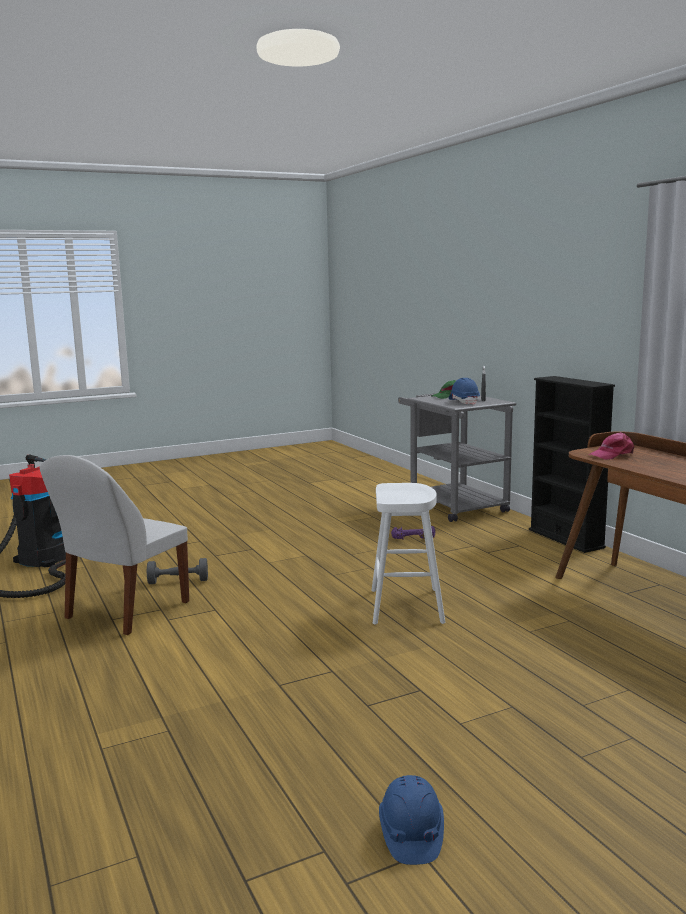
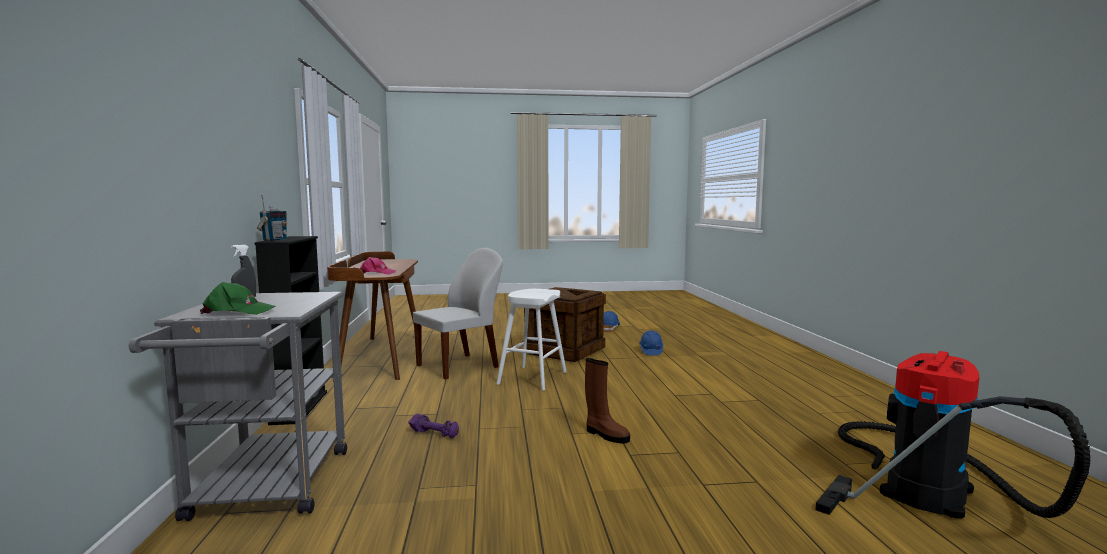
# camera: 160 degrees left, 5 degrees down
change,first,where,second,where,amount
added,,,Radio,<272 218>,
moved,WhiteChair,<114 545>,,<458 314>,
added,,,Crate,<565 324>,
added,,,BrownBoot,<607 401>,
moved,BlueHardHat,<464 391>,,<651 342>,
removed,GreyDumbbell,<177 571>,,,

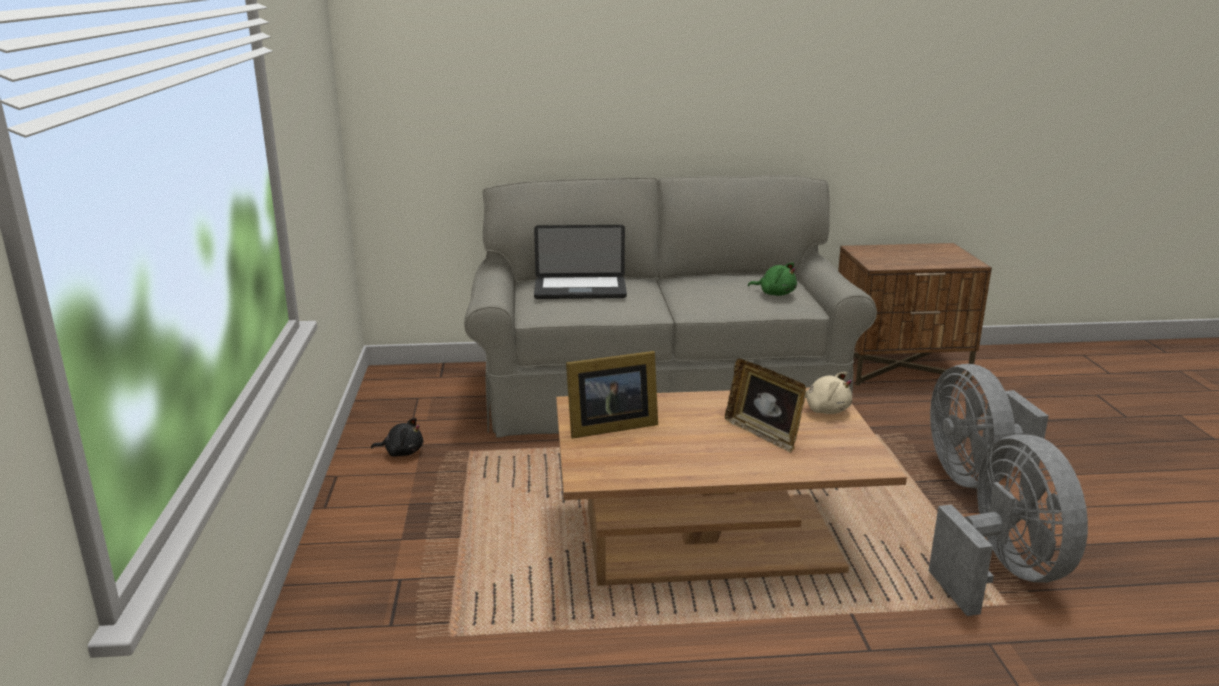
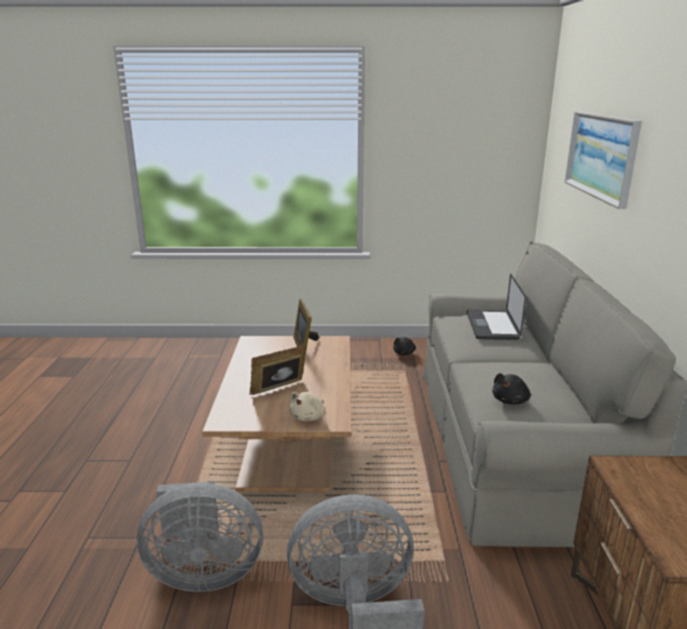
# camera: 95 degrees right, 0 degrees up
change,first,where,second,where,amount
recoloured,GreenPlushToy,<772 279>,BlackPlushToy,<511 389>,
added,,,Picture,<603 160>,

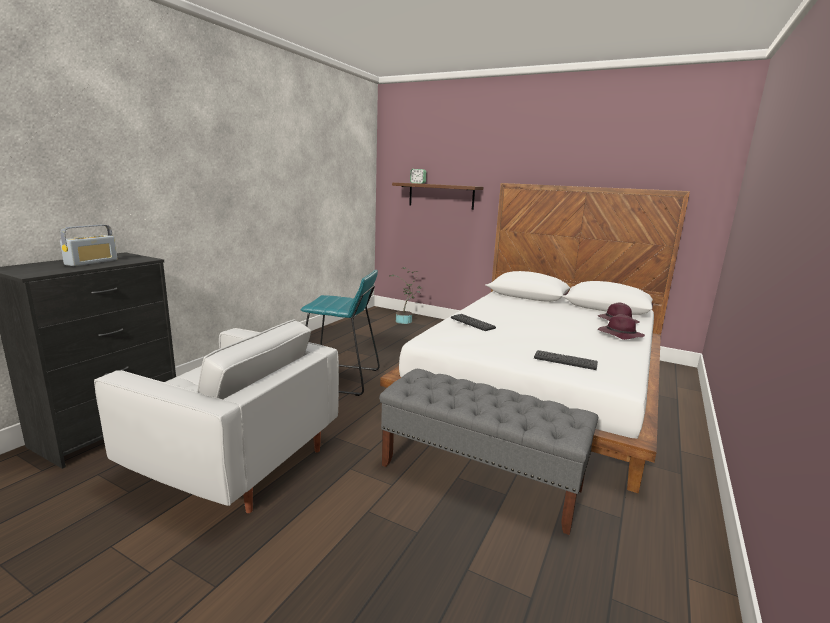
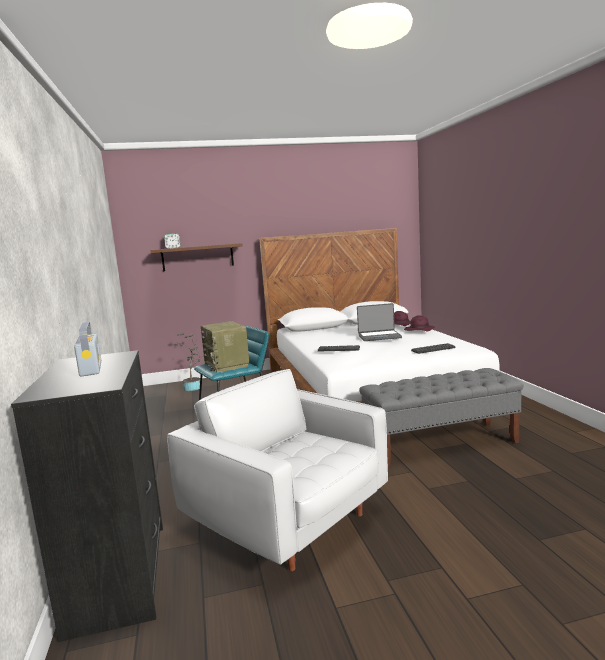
# camera: 40 degrees left, 5 degrees down
change,first,where,second,where,amount
turned,WhiteArmchair,<216 416>,,<277 470>,120 degrees counterclockwise
added,,,Radio,<225 346>,
added,,,Laptop,<379 322>,

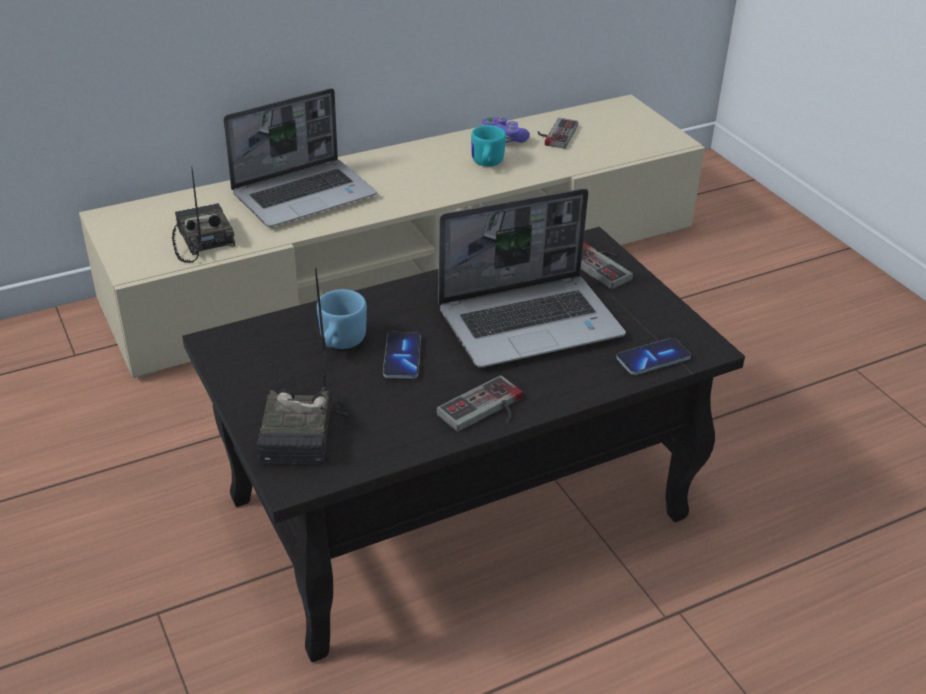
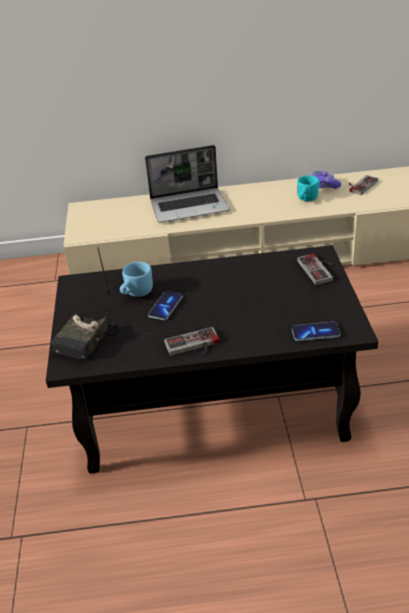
# camera: 25 degrees right, 0 degrees up
change,first,where,second,where,amount
removed,Radio,<203 214>,,,
removed,Laptop,<532 278>,,,

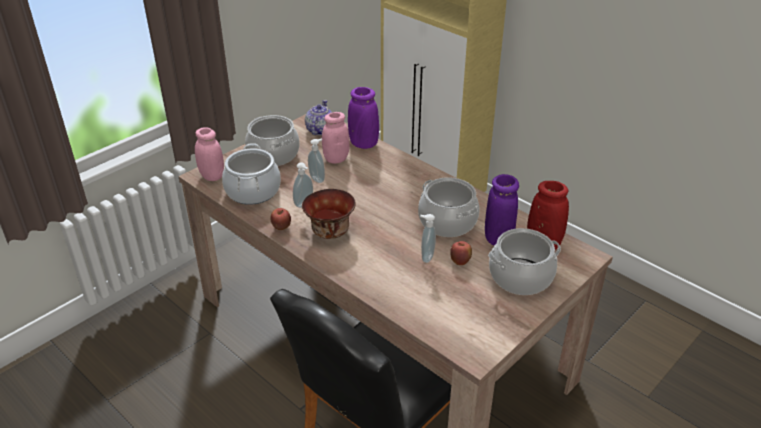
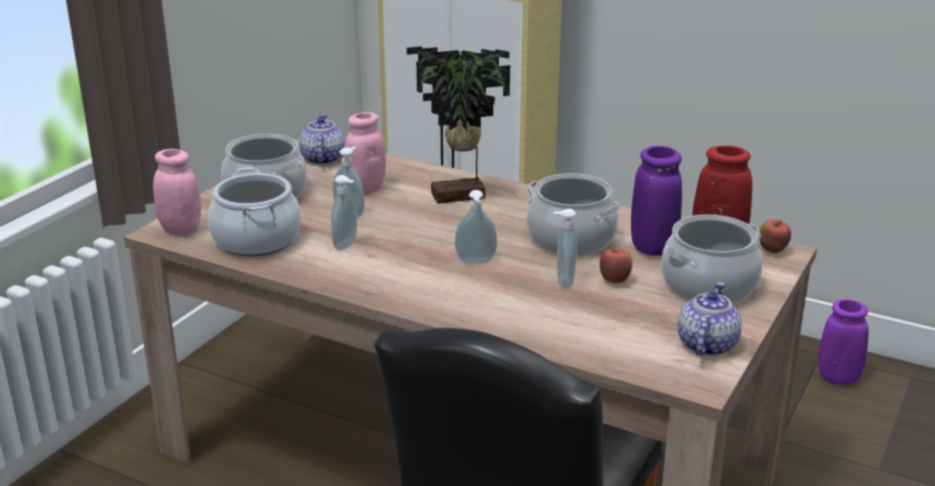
# camera: 15 degrees left, 10 degrees down
change,first,where,second,where,amount
added,,,PottedPlant,<458 125>,
added,,,SoapDispenser,<476 227>,
added,,,Teapot,<710 319>,
moved,Apple,<280 219>,,<775 236>,
moved,PurpleVase,<363 118>,,<843 342>,
removed,Bowl,<329 214>,,,

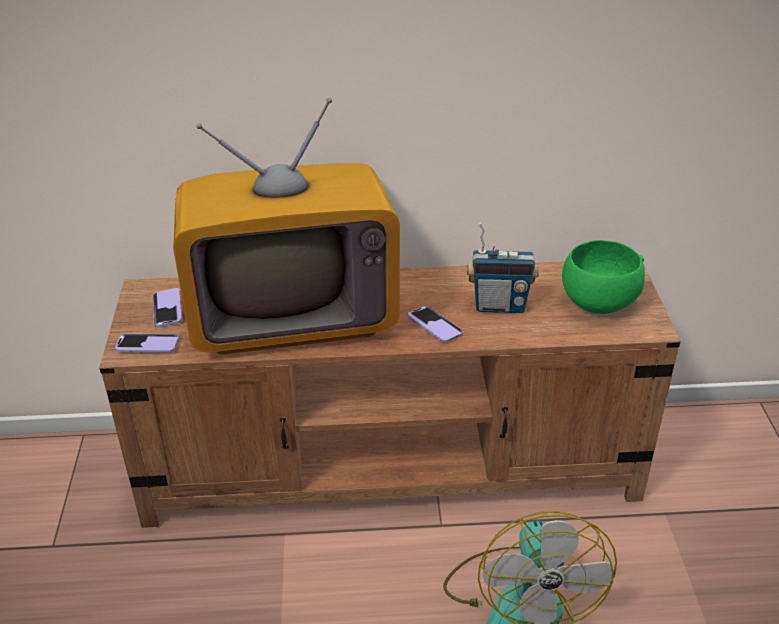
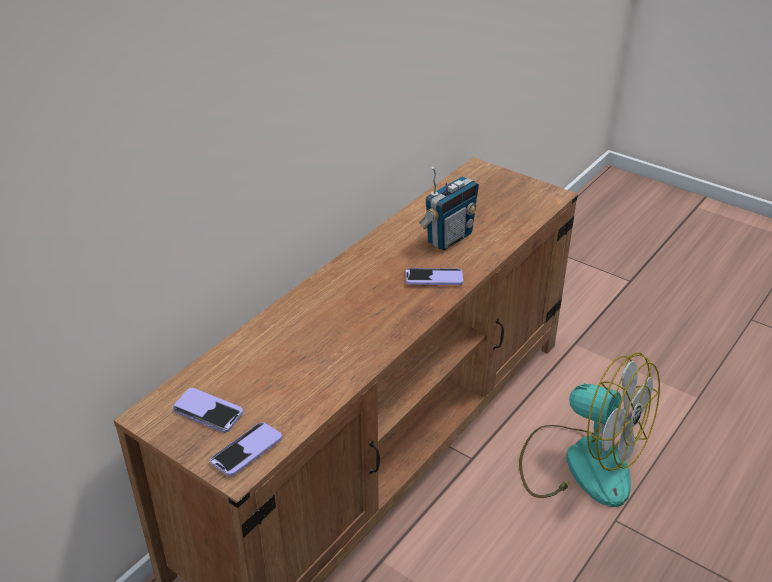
# camera: 50 degrees left, 0 degrees up
change,first,where,second,where,amount
removed,Television,<286 226>,,,
removed,GreenBowl,<603 277>,,,

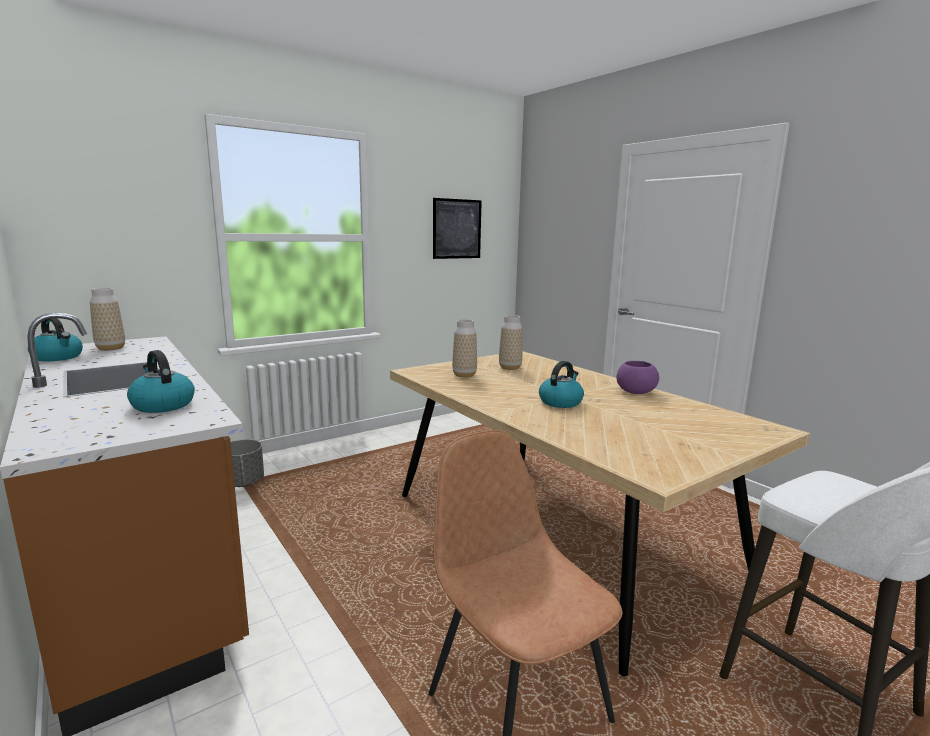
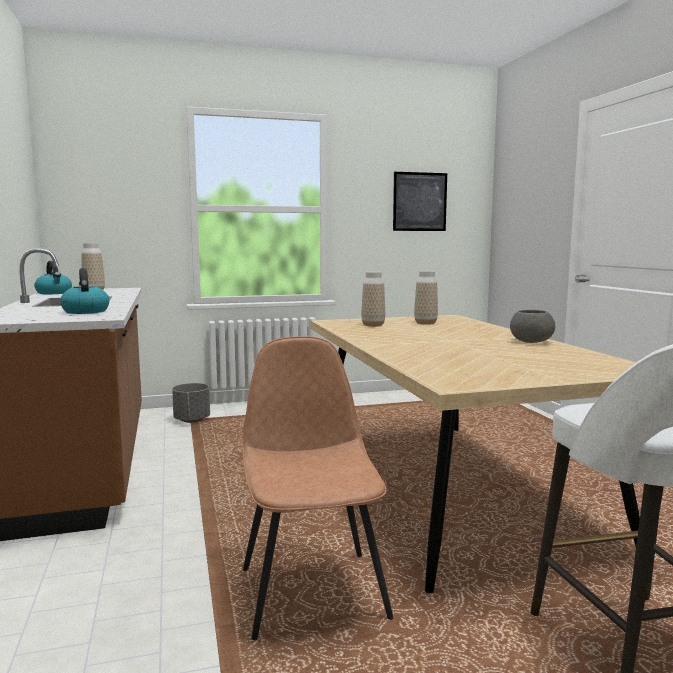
# camera: 20 degrees right, 5 degrees down
change,first,where,second,where,amount
recoloured,PurpleBowl,<637 377>,GreyBowl,<532 326>,
removed,Kettle,<561 384>,,,

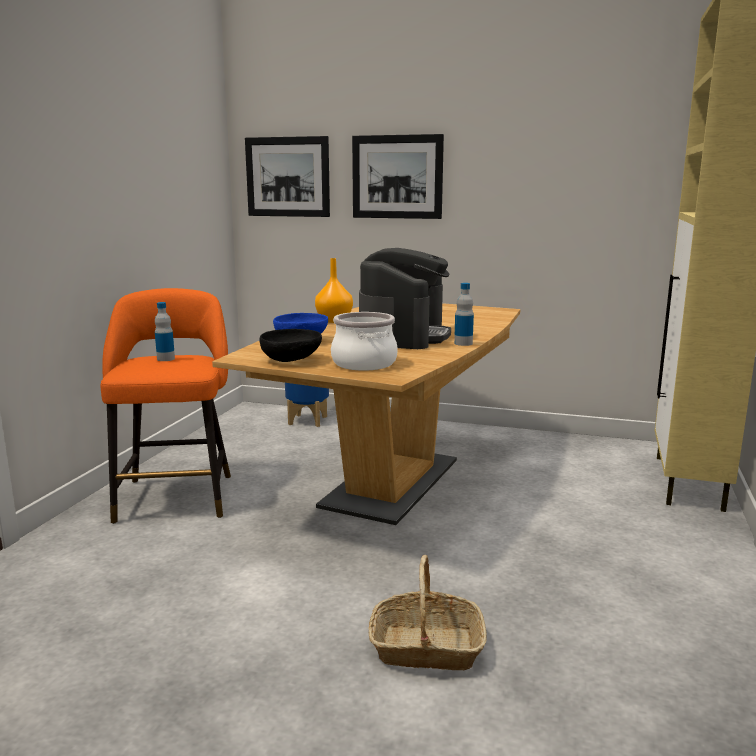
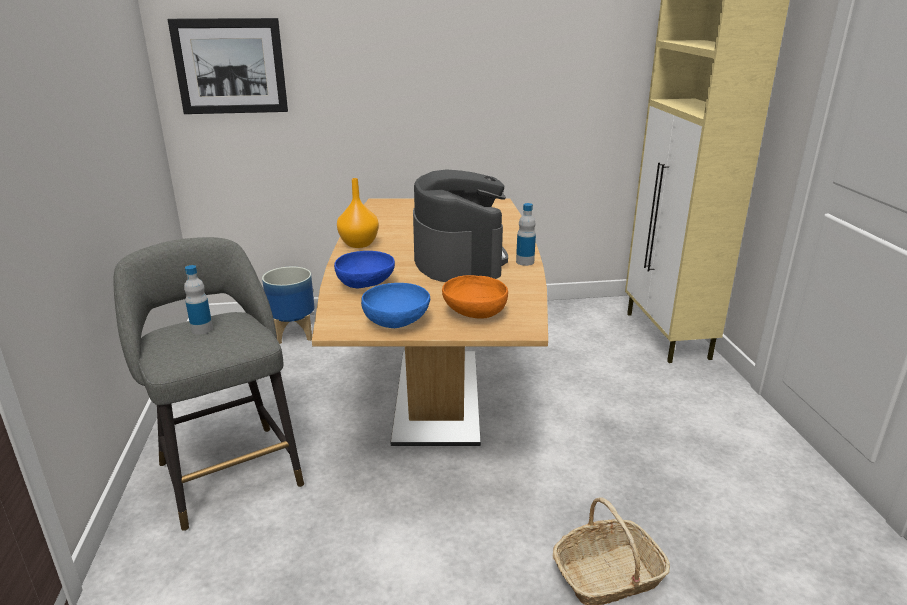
# camera: 25 degrees left, 10 degrees up
change,first,where,second,where,amount
recoloured,OrangeStool,<166 406>,GreyStool,<208 384>,
recoloured,BlackBowl,<290 345>,BlueBowl,<395 305>,
replaced,CookingPot,<364 341>,OrangeBowl,<475 297>,
removed,Picture,<398 176>,,,

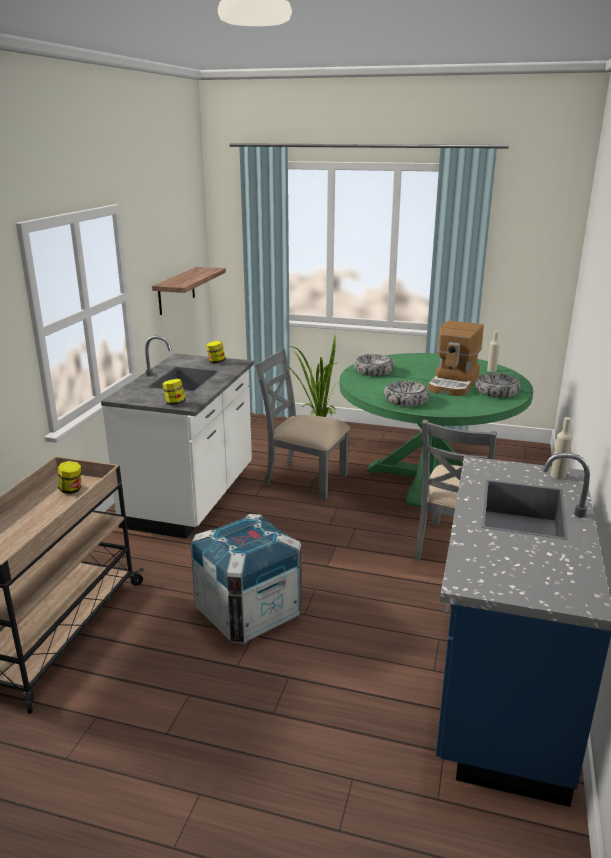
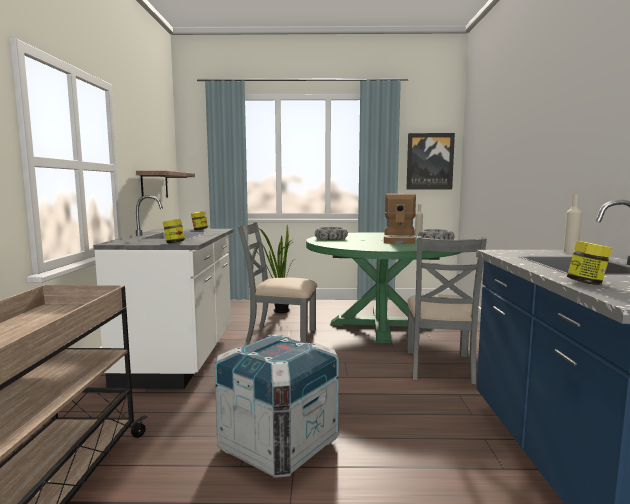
# camera: 15 degrees left, 15 degrees down
change,first,where,second,where,amount
added,,,Picture,<430 161>,
moved,Jar,<69 477>,,<589 263>,
removed,Bowl,<406 393>,,,

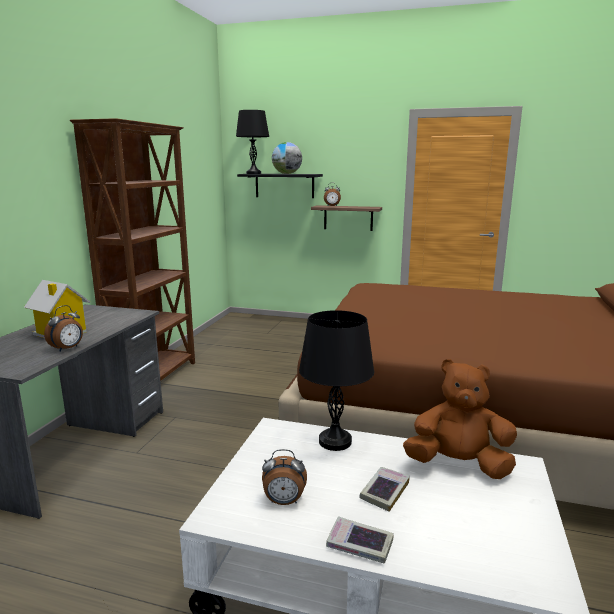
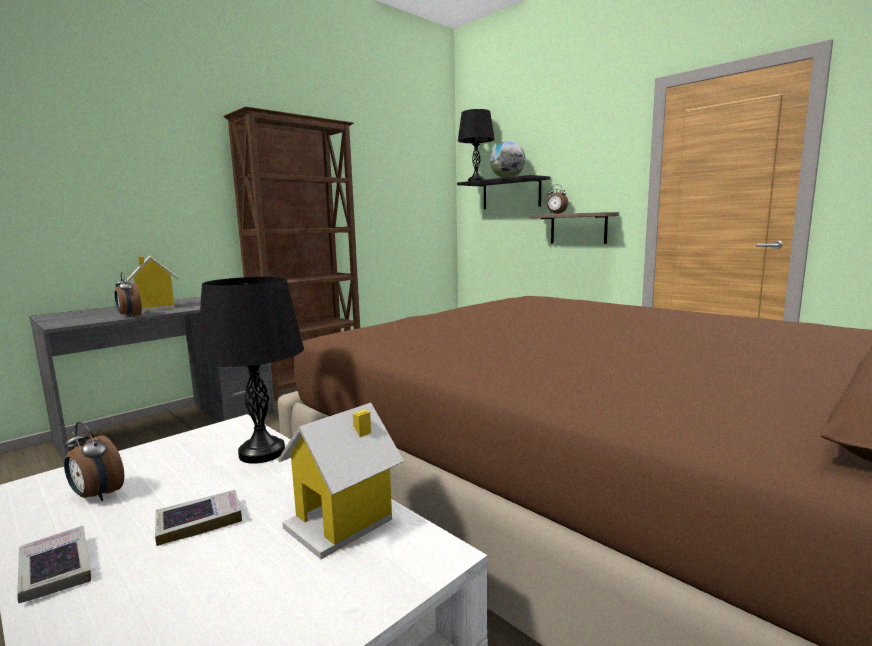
# camera: 30 degrees right, 5 degrees down
change,first,where,second,where,amount
turned,AlarmClock,<63 328>,,<128 294>,75 degrees clockwise
replaced,BrownPlushToy,<460 419>,ToyHouse,<341 481>,

